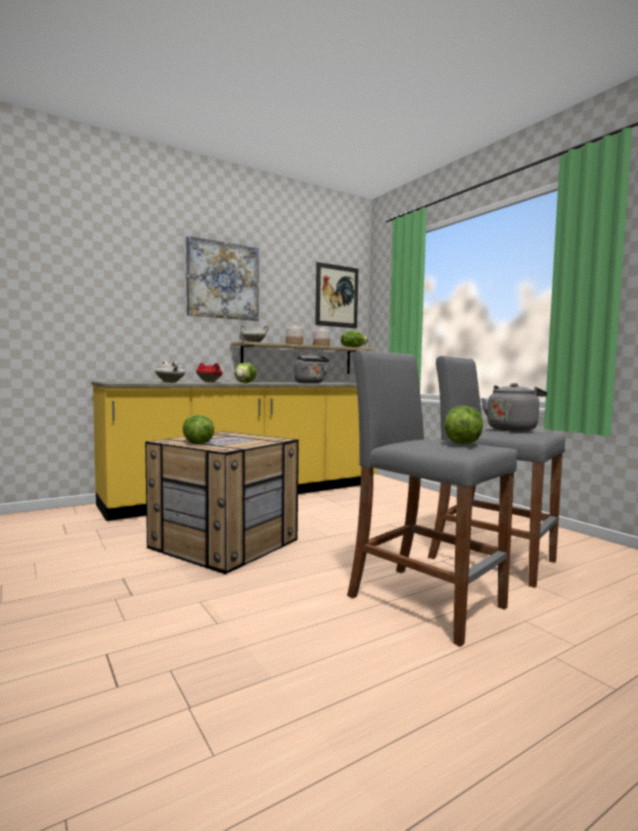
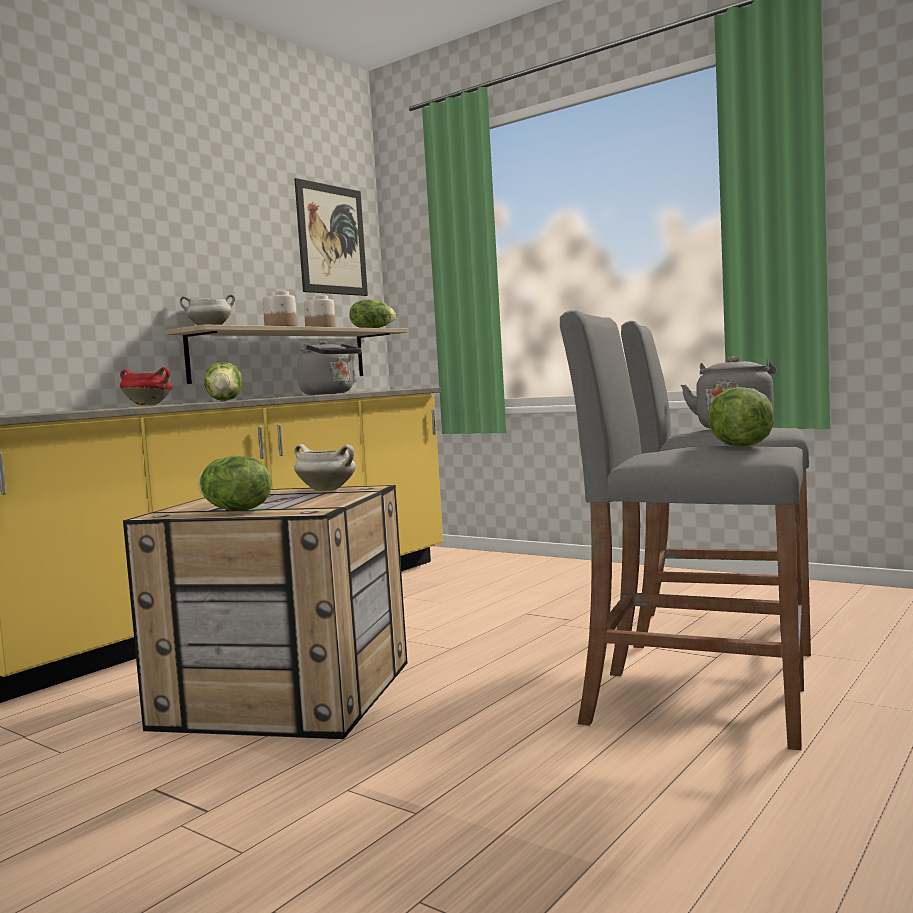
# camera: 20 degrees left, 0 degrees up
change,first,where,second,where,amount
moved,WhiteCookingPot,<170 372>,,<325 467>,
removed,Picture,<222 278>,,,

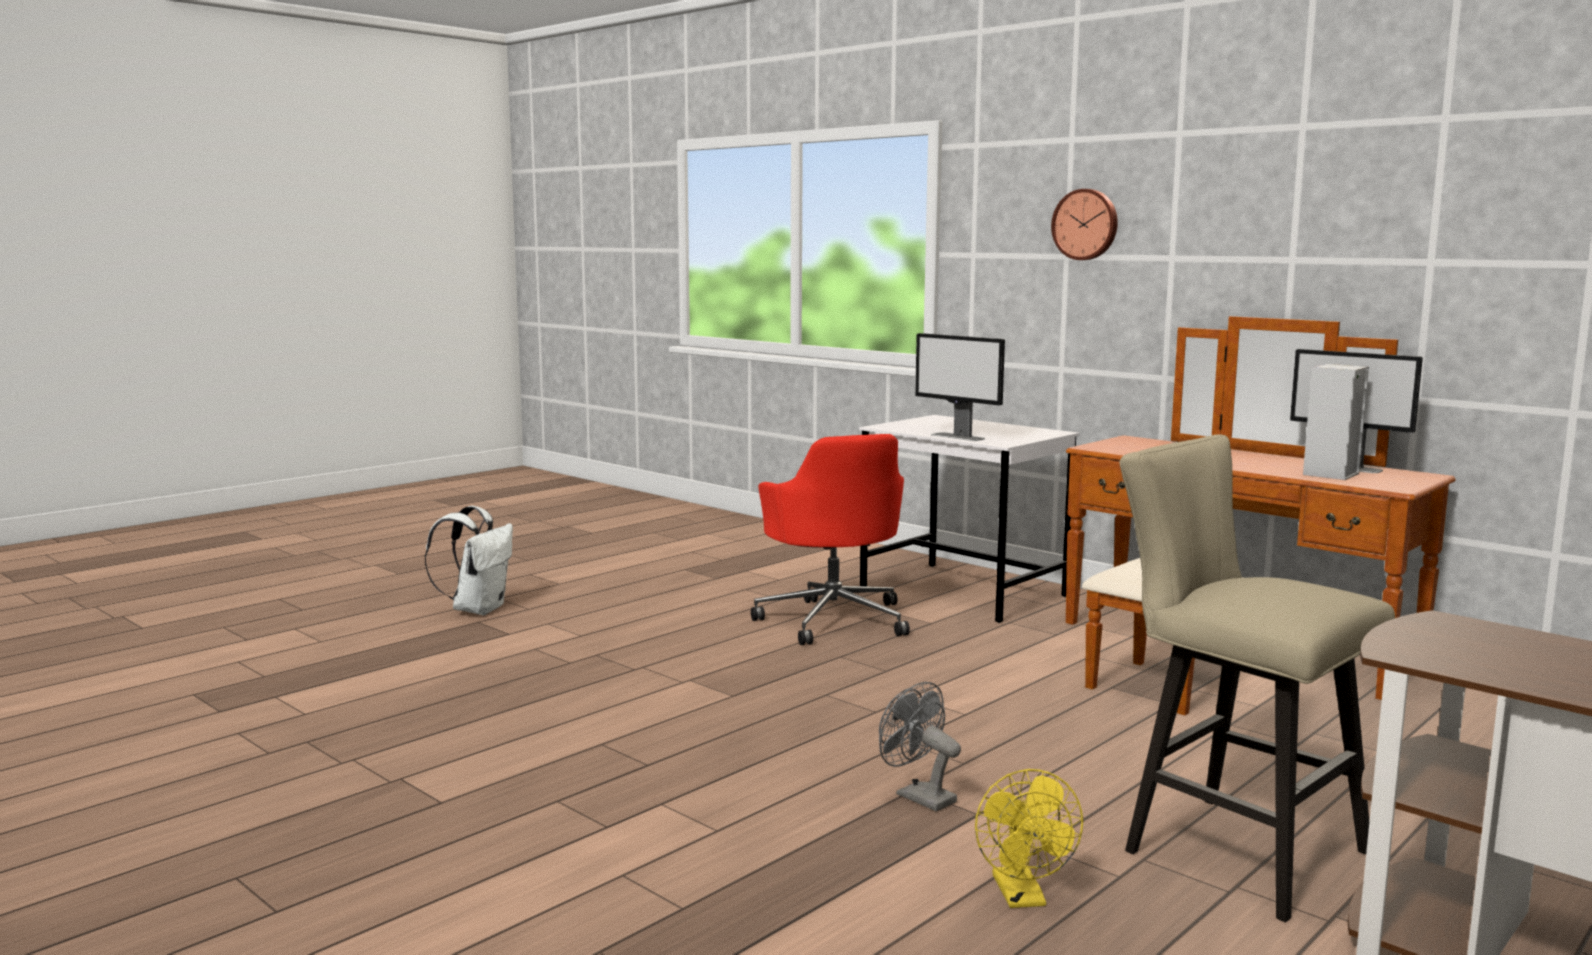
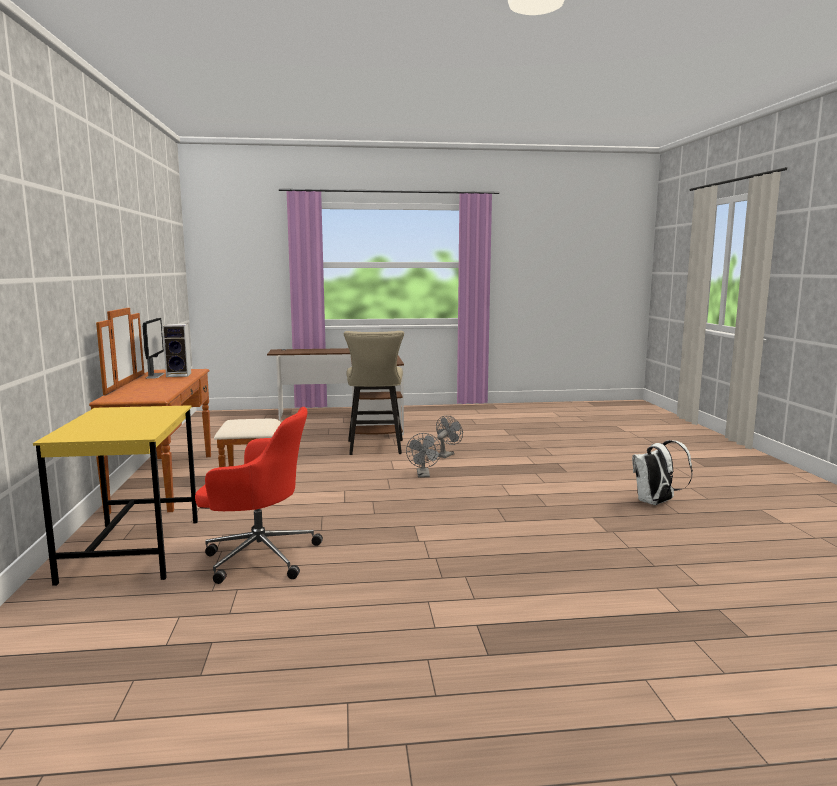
# camera: 140 degrees left, 0 degrees up
change,first,where,second,where,amount
recoloured,WhiteDesk,<969 519>,YellowDesk,<115 495>,
turned,RedOfficeChair,<830 539>,,<259 495>,75 degrees clockwise
recoloured,YellowFan,<1029 838>,GreyFan,<449 437>,
moved,WhiteBackpack,<469 560>,,<662 472>,
removed,Monitor,<960 387>,,,
removed,WallClock,<1084 224>,,,

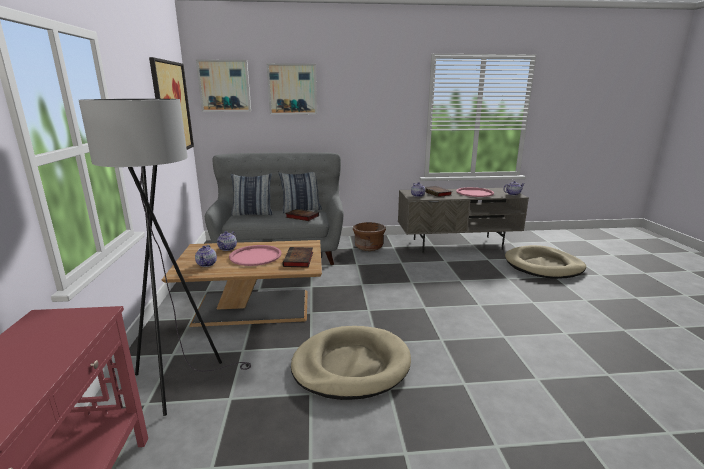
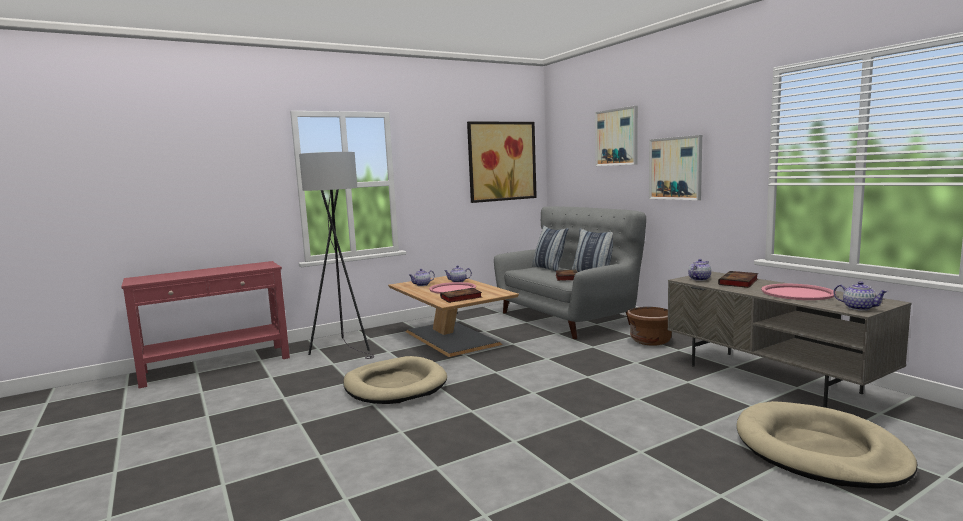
# camera: 65 degrees right, 10 degrees down
change,first,where,second,where,amount
moved,Picture,<223 85>,,<675 167>,

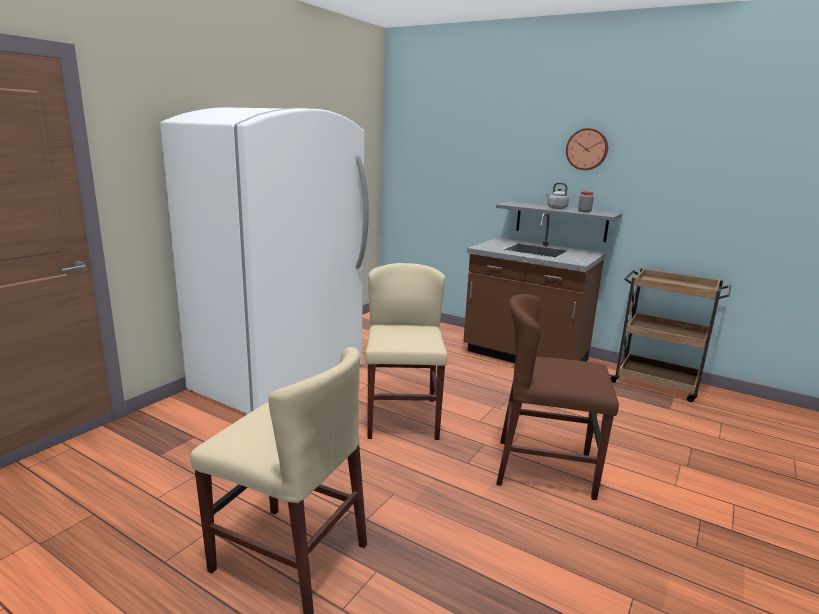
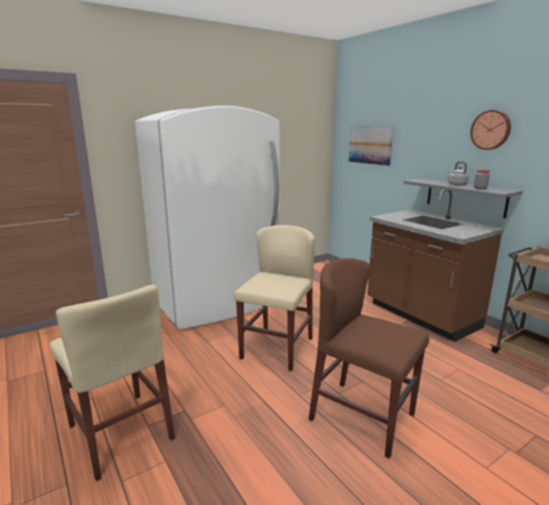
# camera: 25 degrees right, 0 degrees up
change,first,where,second,where,amount
added,,,Picture,<371 146>,

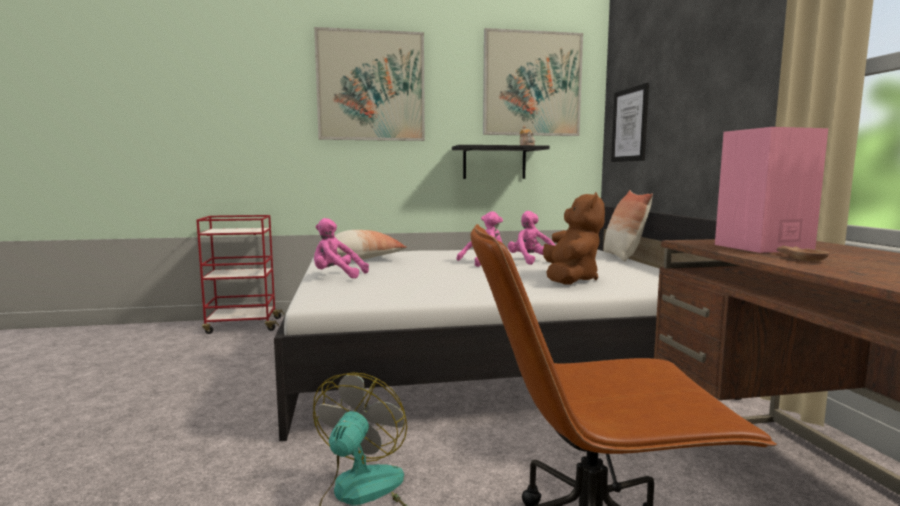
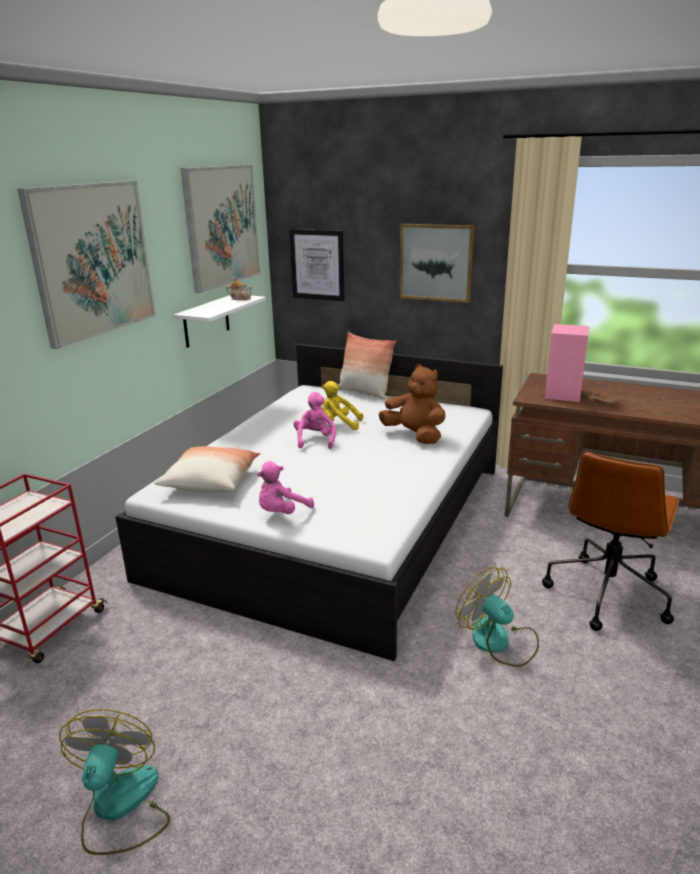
# camera: 55 degrees left, 15 degrees up
change,first,where,second,where,amount
added,,,Fan,<114 782>,
recoloured,BlackShelf,<501 162>,WhiteShelf,<220 321>,
recoloured,PinkPlushToy,<532 238>,YellowPlushToy,<342 405>,
added,,,Picture,<437 263>,

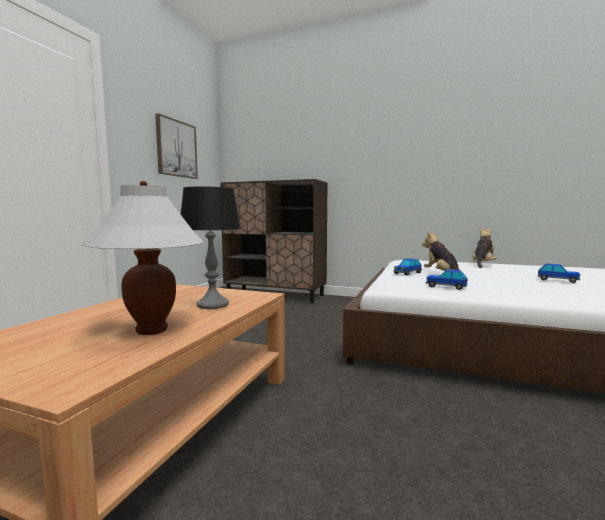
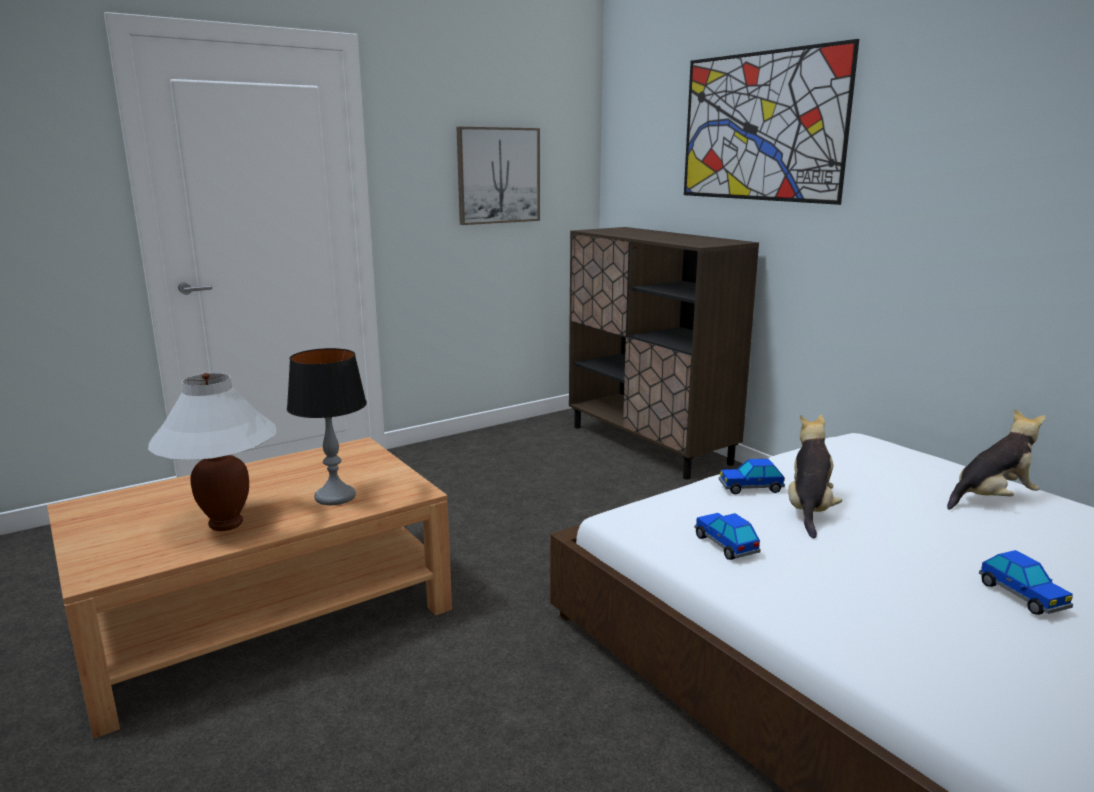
# camera: 35 degrees right, 10 degrees up
change,first,where,second,where,amount
added,,,Picture,<771 122>,

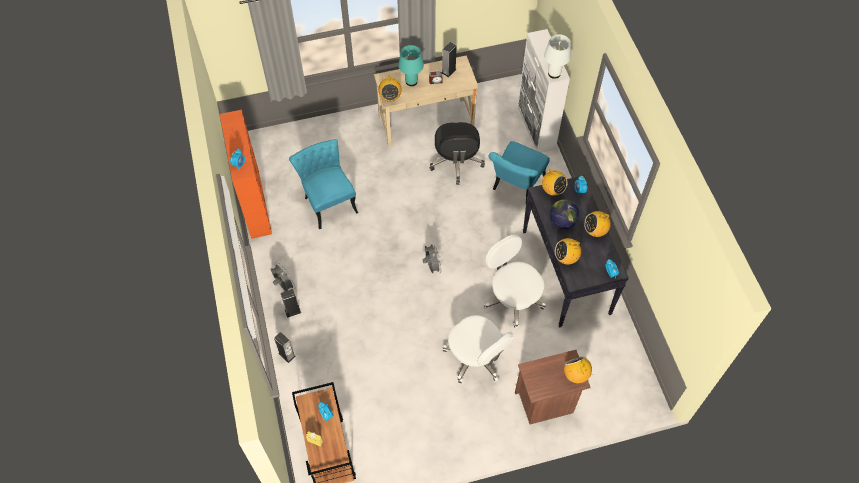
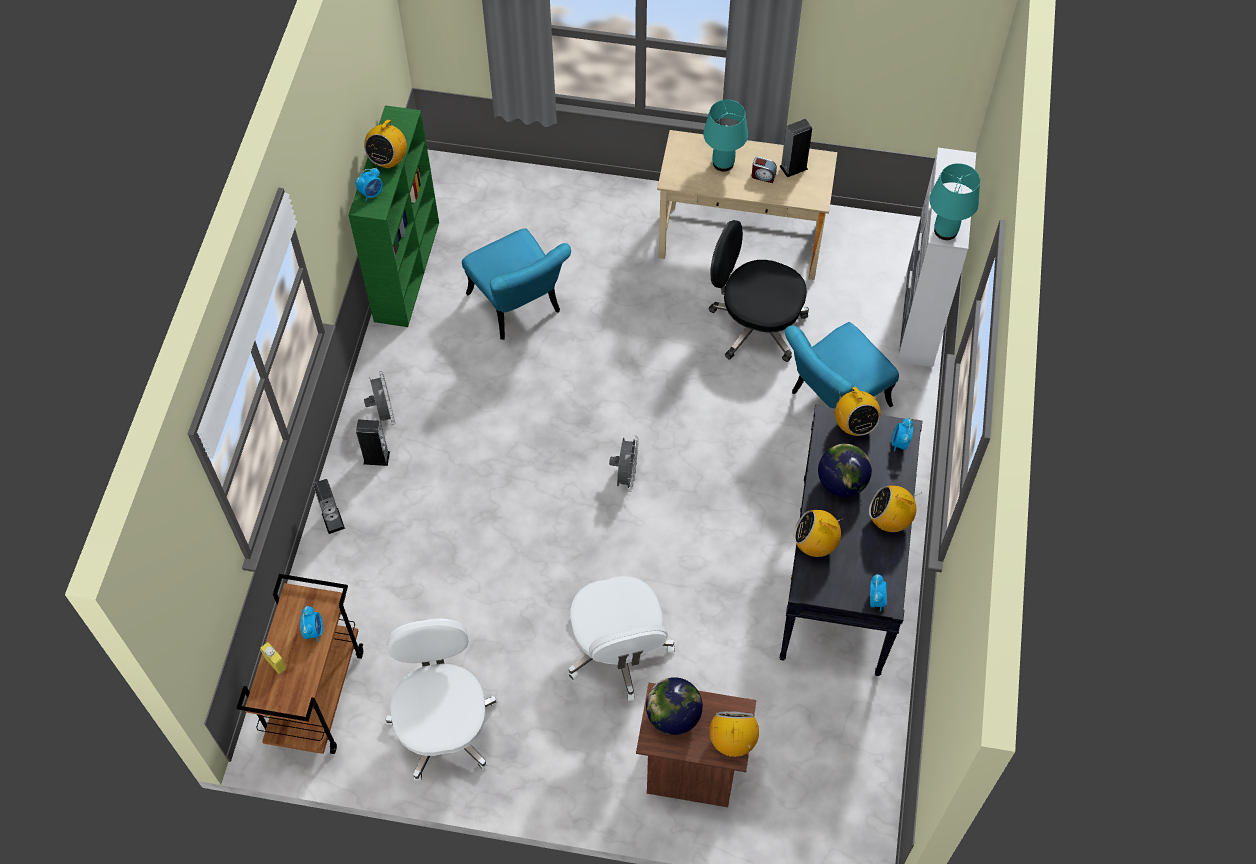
# camera: 25 degrees right, 0 degrees up
change,first,where,second,where,amount
recoloured,OrangeBookcase,<246 174>,GreenBookcase,<393 216>,
moved,Radio,<390 88>,,<385 141>,
moved,WhiteOfficeChair,<515 281>,,<442 699>,
turned,TurquoiseChair,<323 184>,,<516 284>,150 degrees clockwise
added,,,Globe,<674 706>,
turned,BlackOfficeChair,<457 153>,,<758 291>,90 degrees clockwise
recoloured,WhiteTableLamp,<557 56>,TurquoiseTableLamp,<954 201>,

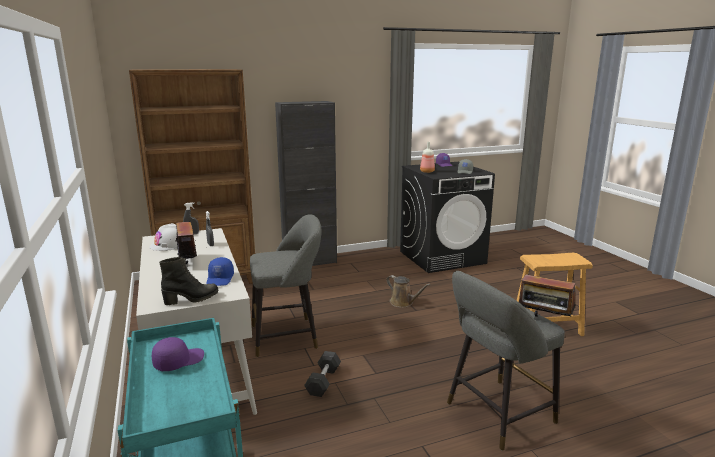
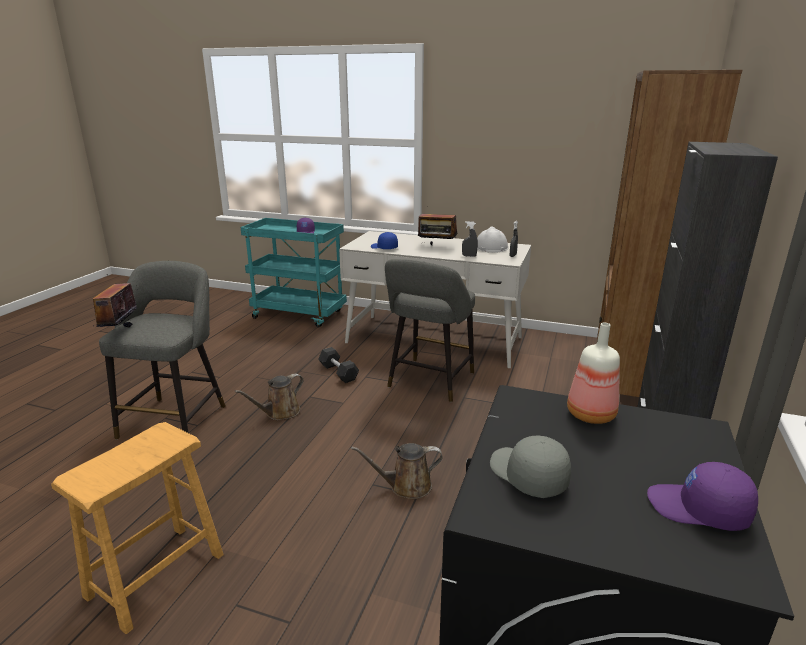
# camera: 130 degrees right, 5 degrees up
change,first,where,second,where,amount
turned,Radio,<547 296>,,<115 301>,75 degrees counterclockwise
added,,,BrownWateringCan,<269 397>,
removed,BlackBoot,<188 281>,,,

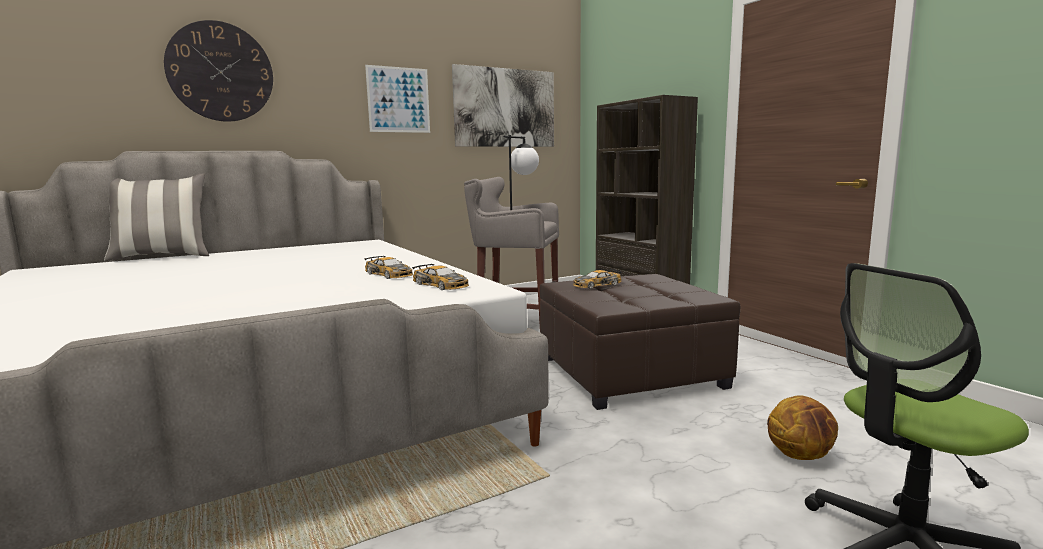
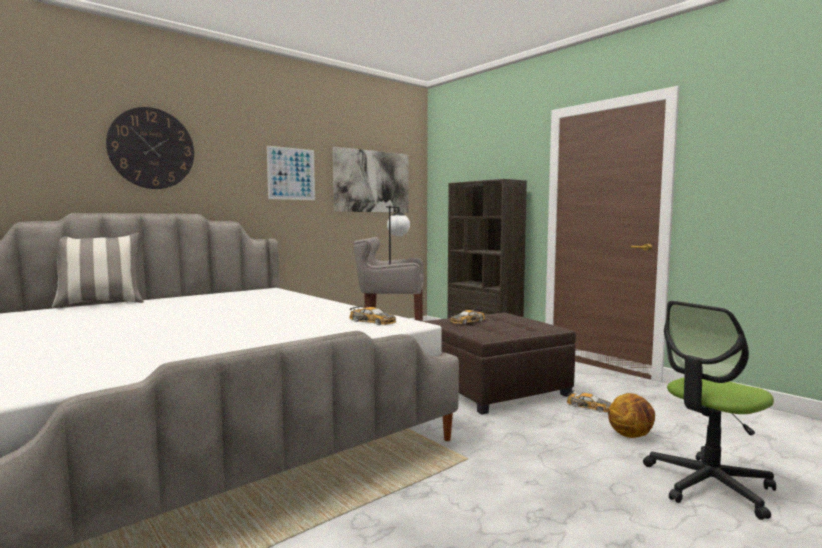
# camera: 10 degrees left, 5 degrees down
change,first,where,second,where,amount
moved,ToyCar,<388 267>,,<589 401>,

